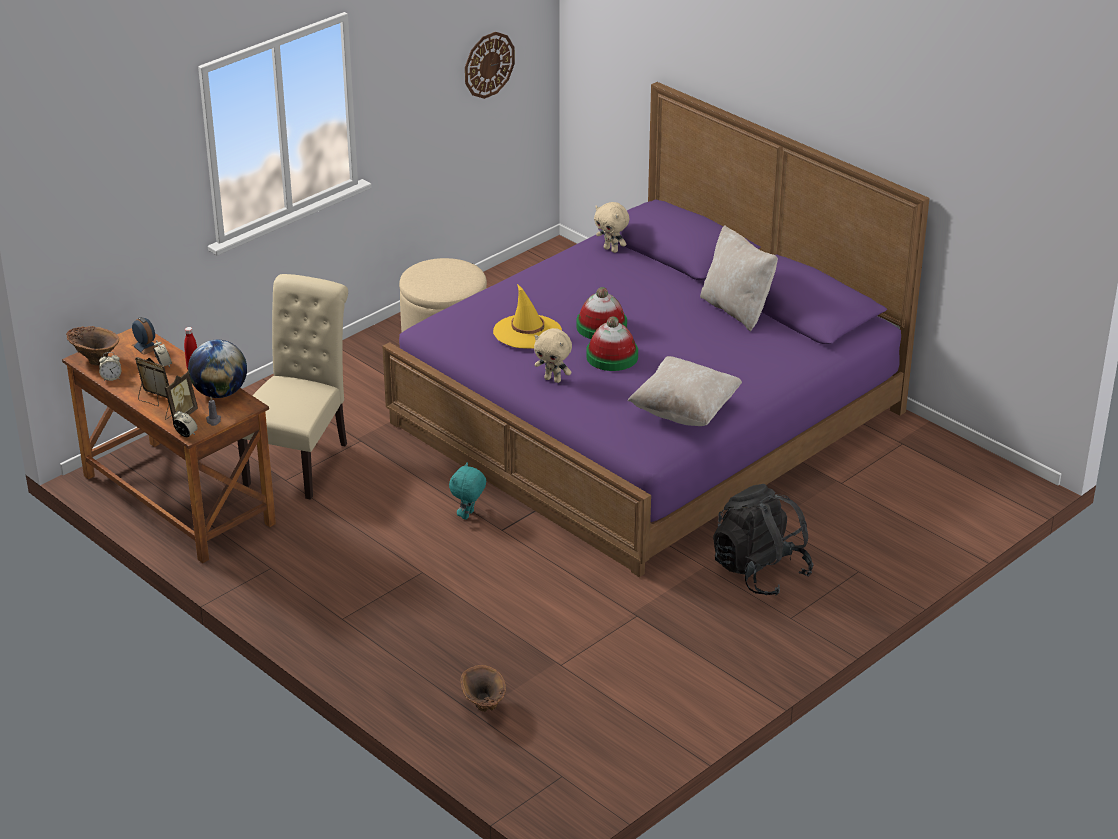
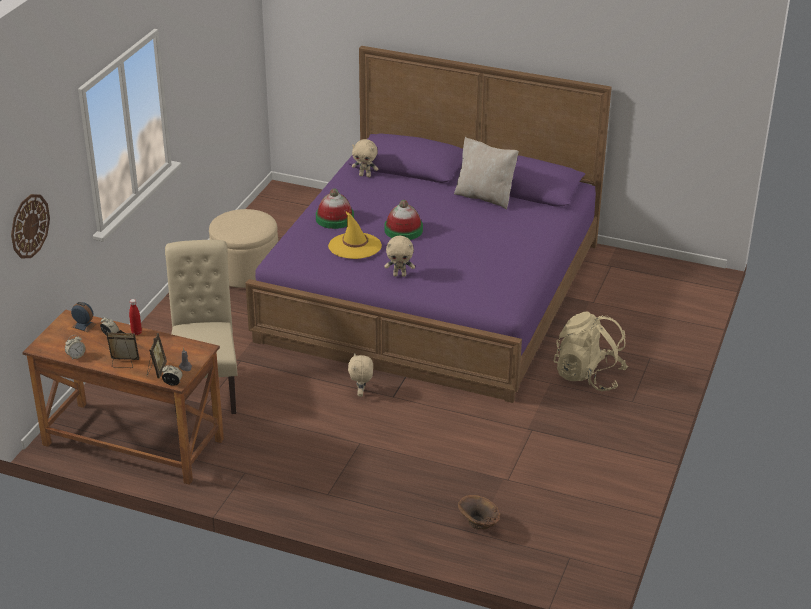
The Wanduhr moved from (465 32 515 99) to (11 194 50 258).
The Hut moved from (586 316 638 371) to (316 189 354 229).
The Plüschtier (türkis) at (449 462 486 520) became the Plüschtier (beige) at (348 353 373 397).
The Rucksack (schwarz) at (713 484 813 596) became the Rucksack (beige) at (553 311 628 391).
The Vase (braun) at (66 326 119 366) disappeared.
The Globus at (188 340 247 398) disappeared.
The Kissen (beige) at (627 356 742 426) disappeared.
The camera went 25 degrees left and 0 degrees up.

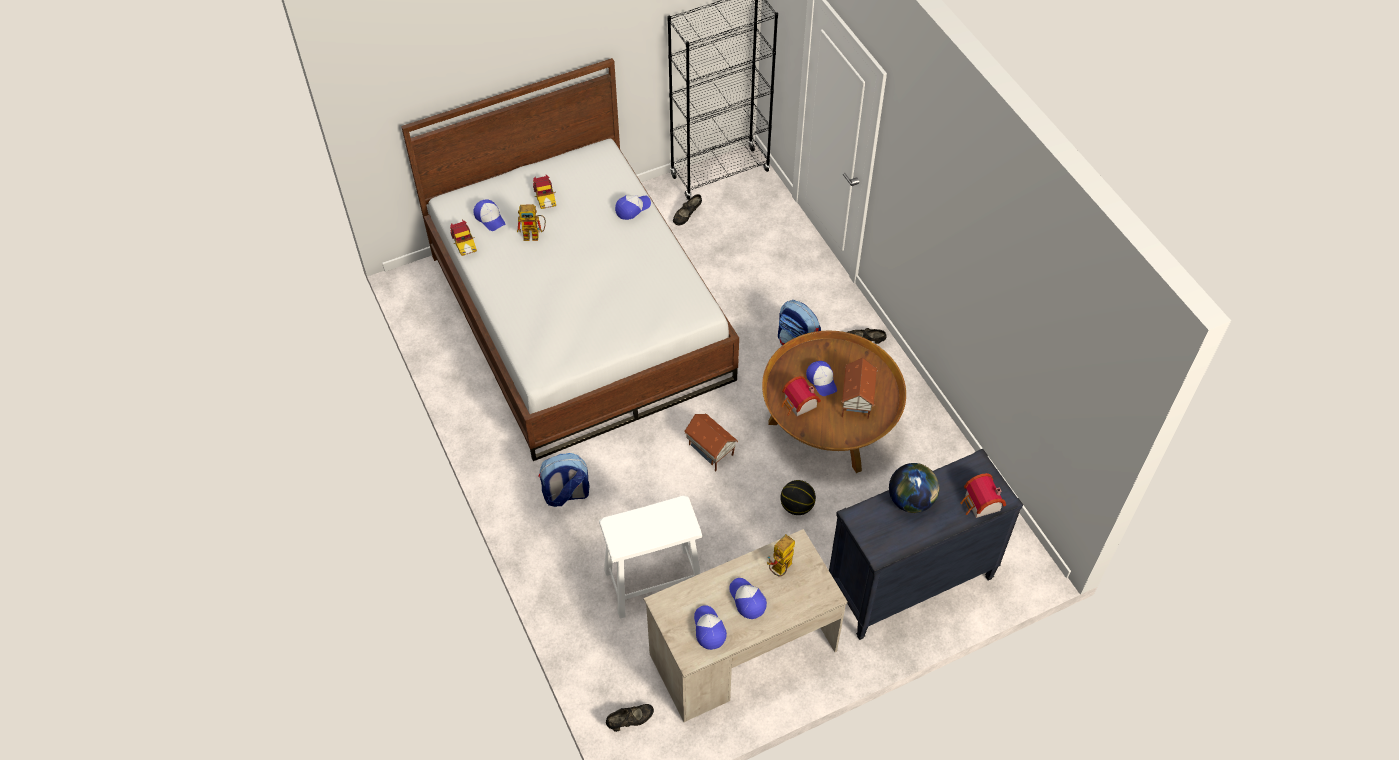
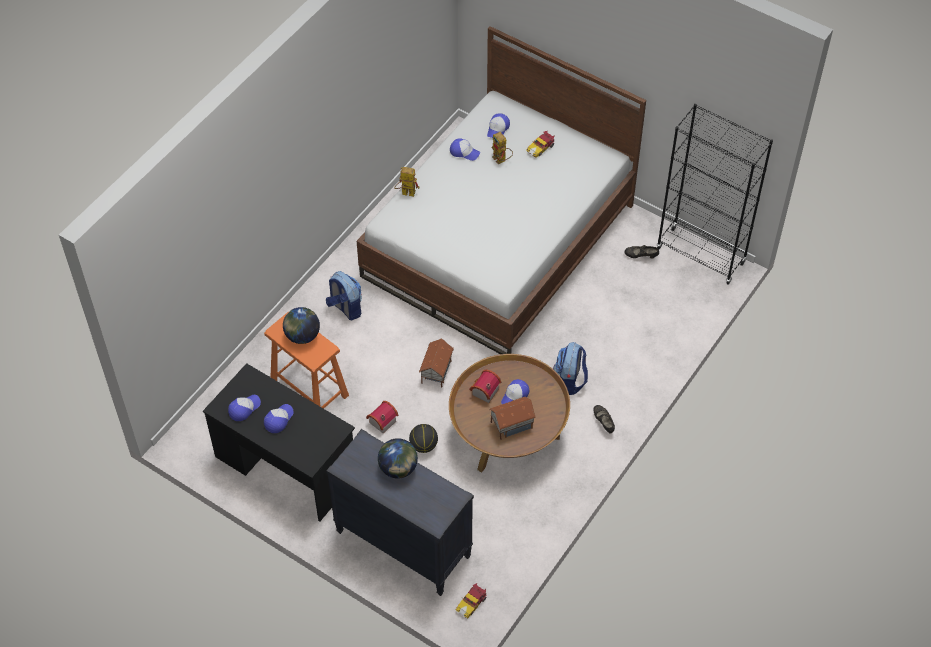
The Schreibtisch (beige) at (644 529 848 722) became the Schreibtisch (schwarz) at (203 363 355 522).
The Hocker (weiß) at (599 496 702 619) became the Hocker (orange) at (264 312 349 409).
The Globus at (283 307 320 344) appeared.
The Spielzeughaus moved from (960 473 1006 518) to (366 401 399 433).
The Spielzeugroboter moved from (767 534 795 576) to (394 167 419 197).
The Kappe moved from (615 195 651 220) to (450 138 480 161).
The Spielzeugauto moved from (450 220 477 256) to (456 583 486 618).
The Schuh (schwarz) at (606 704 654 732) disappeared.
The camera went 60 degrees right and 0 degrees up.

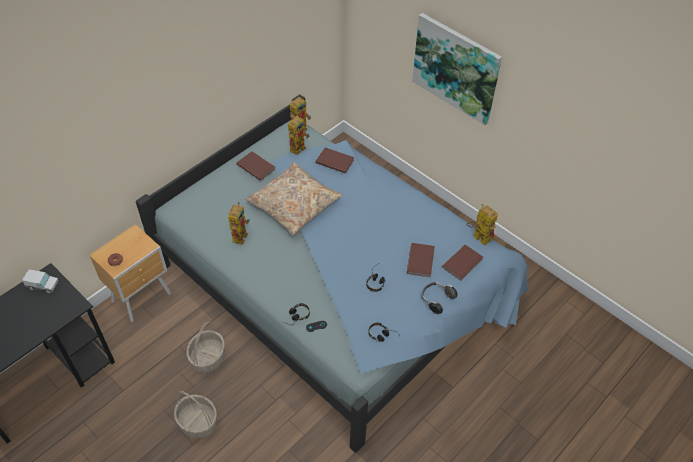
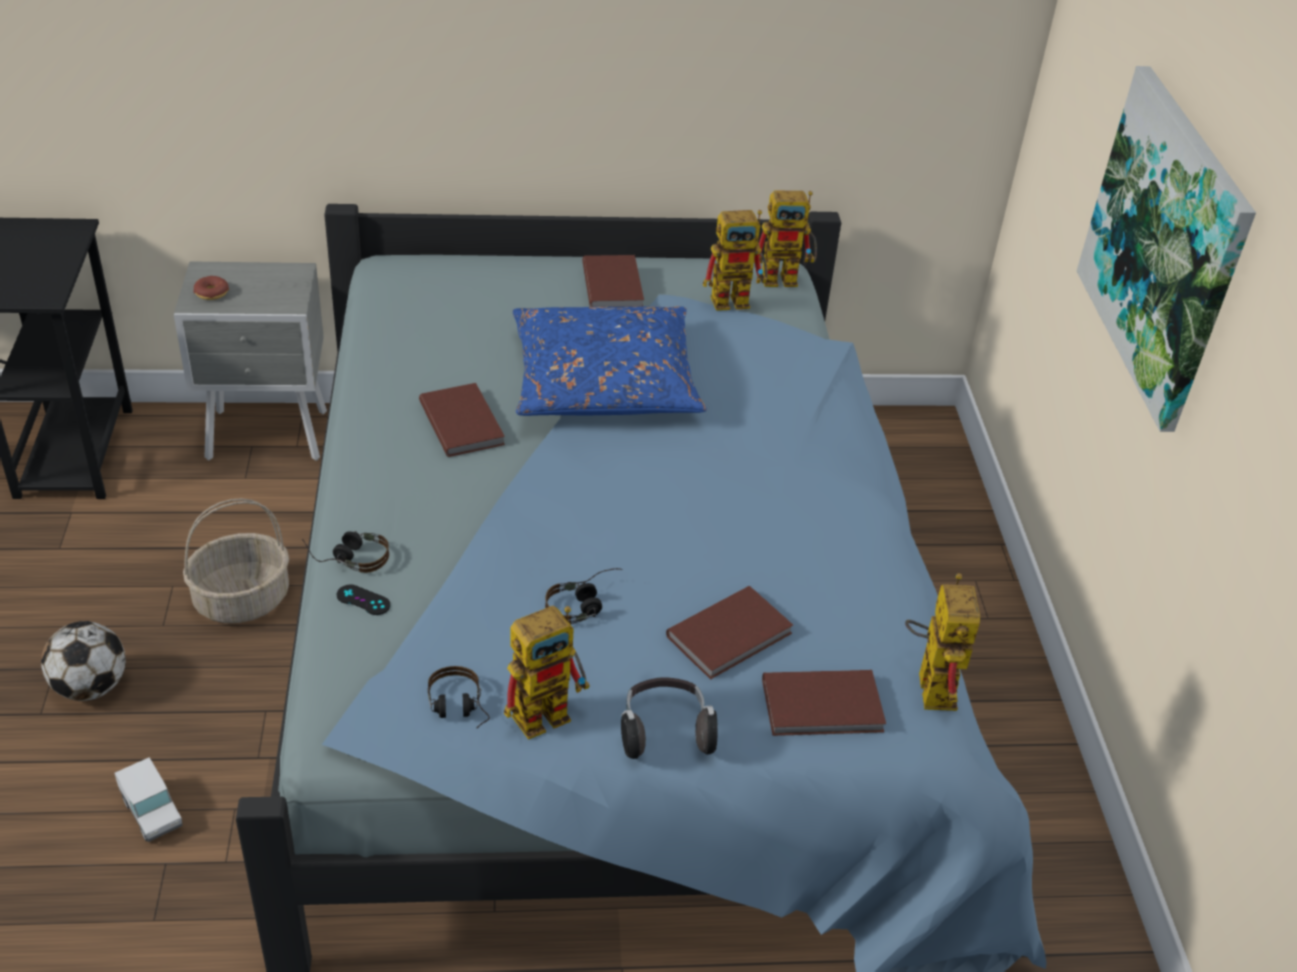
The Korb at (174 391 217 438) was replaced by the Fußball at (41 621 126 701).
The Spielzeuglaster moved from (22 269 59 294) to (114 757 183 842).
The Nachttisch (braun) at (89 224 171 322) became the Nachttisch (grau) at (174 261 327 461).
The Buch (braun) moved from (316 147 354 174) to (419 383 505 457).
The Spielzeugroboter moved from (228 202 250 245) to (504 605 590 740).
The Kissen (beige) at (245 162 343 235) became the Kissen (blau) at (512 306 707 416).
The camera went 40 degrees right and 10 degrees down.

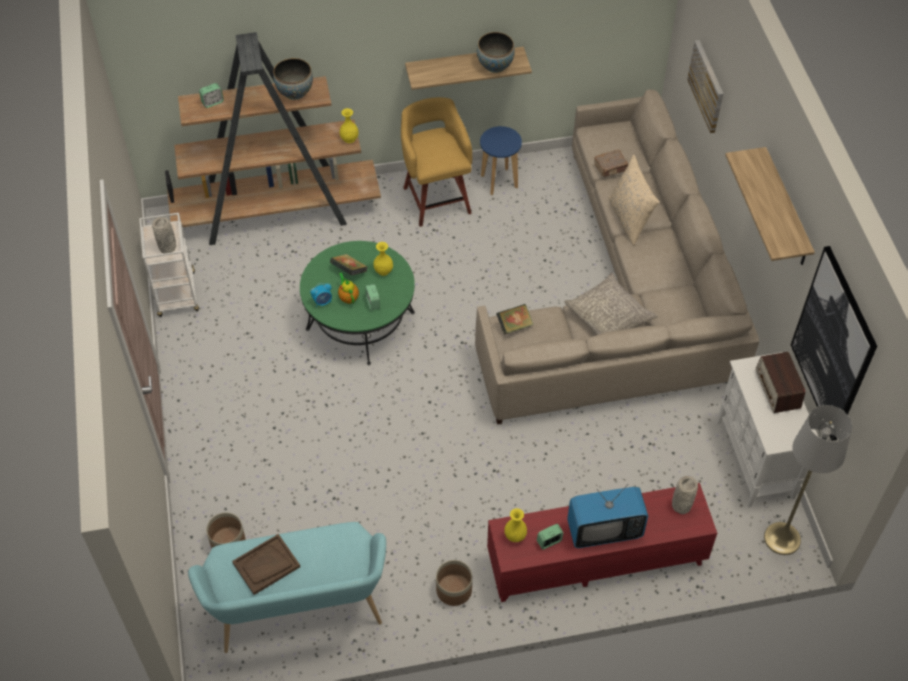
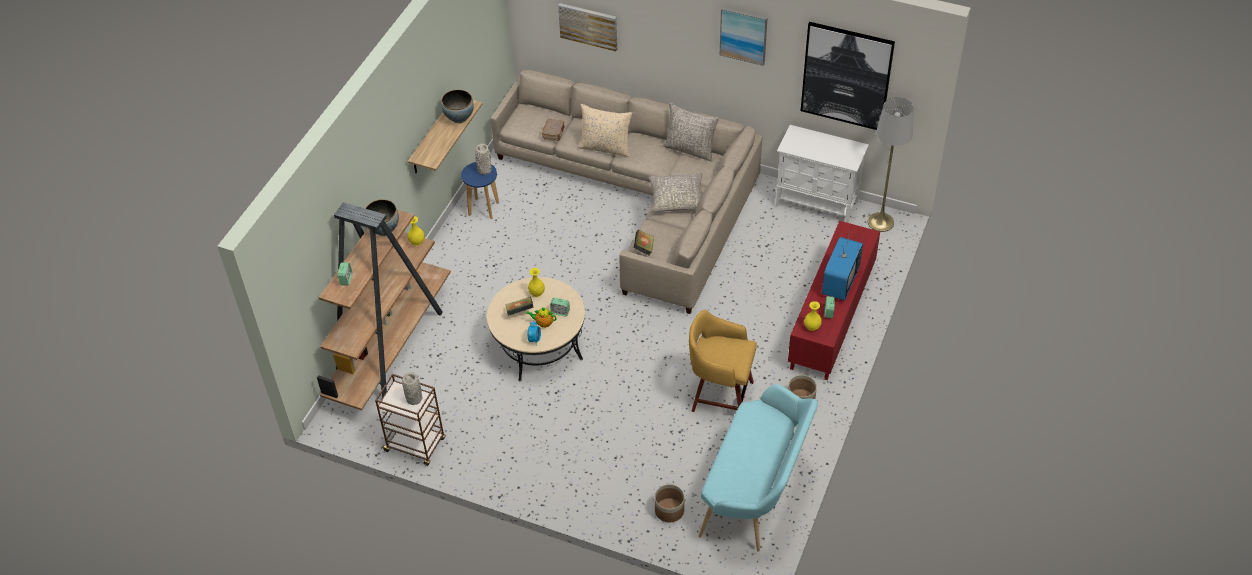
The Rollwagen (weiß) at (139 213 199 317) became the Rollwagen (braun) at (375 374 446 466).
The Vase (grau) moved from (672 476 698 514) to (475 144 491 175).
The Couchtisch (grün) at (300 241 415 365) became the Couchtisch (beige) at (487 277 585 381).
The Kissen (grau) at (663 103 719 162) appeared.
The Hocker (gelb) moved from (401 97 472 227) to (689 309 757 412).
The Wandregal at (725 147 815 265) was replaced by the Bild at (720 7 768 66).
The Tablett (braun) at (232 534 300 595) disappeared.
The Radio at (756 352 806 413) disappeared.
The camera went 55 degrees left and 5 degrees down.

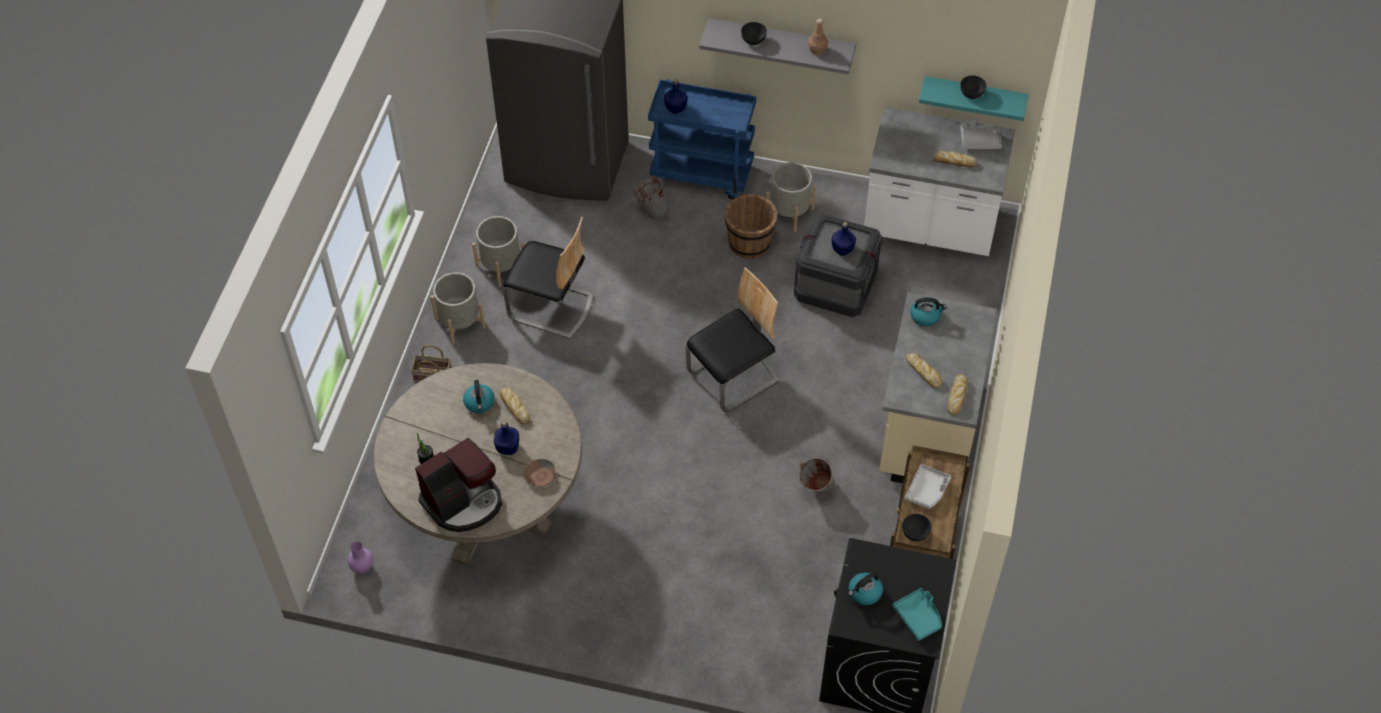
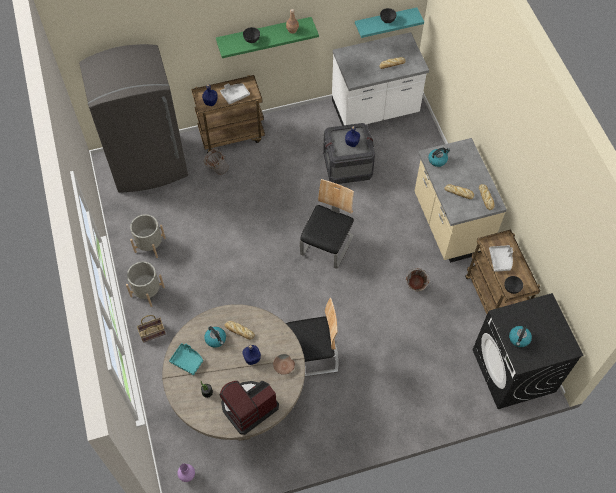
The Tablett (türkis) moved from (892 588 942 641) to (169 343 203 375).
The Rollwagen (blau) at (648 79 756 199) became the Rollwagen (braun) at (191 75 265 153).
The Wandregal (grau) at (699 18 856 74) became the Wandregal (grün) at (216 17 319 58).
The Kaffeemaschine at (415 438 502 532) turned 150 degrees counterclockwise.
The Tablett (grau) moved from (960 119 1002 149) to (220 83 250 104).
The Stuhl moved from (503 217 594 339) to (286 298 339 377).
The Eimer (braun) at (725 194 777 259) disappeared.
The Pflanzkübel (grau) at (766 162 816 232) disappeared.
The camera went 30 degrees left and 5 degrees up.

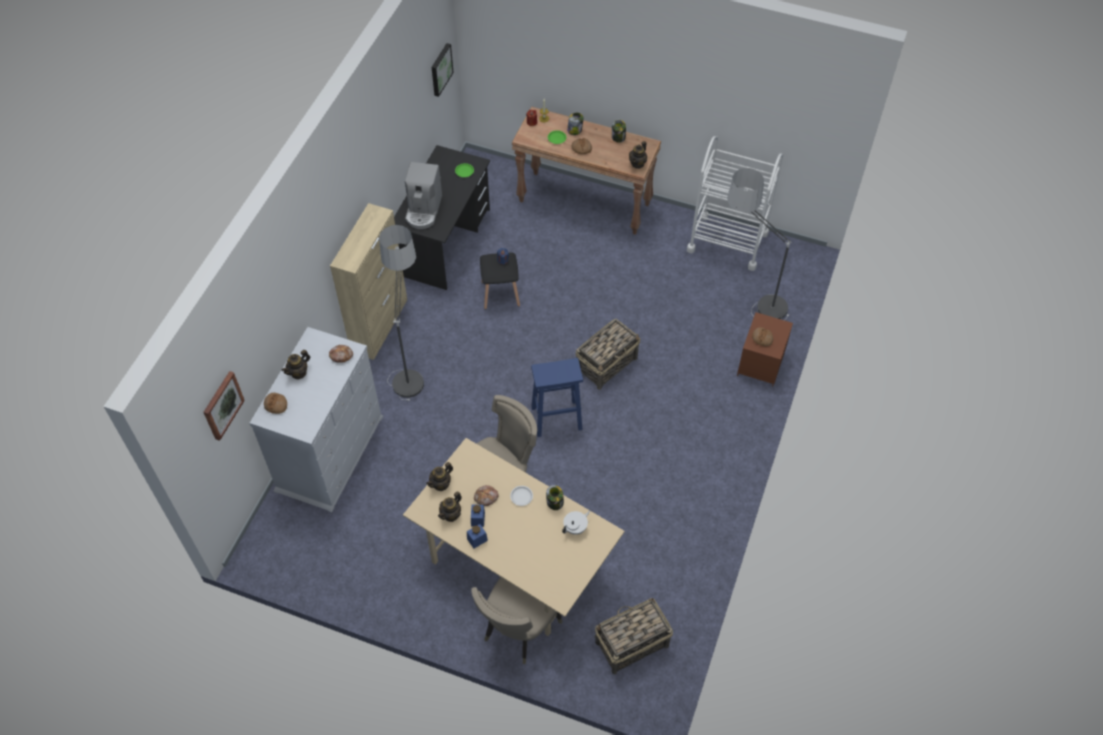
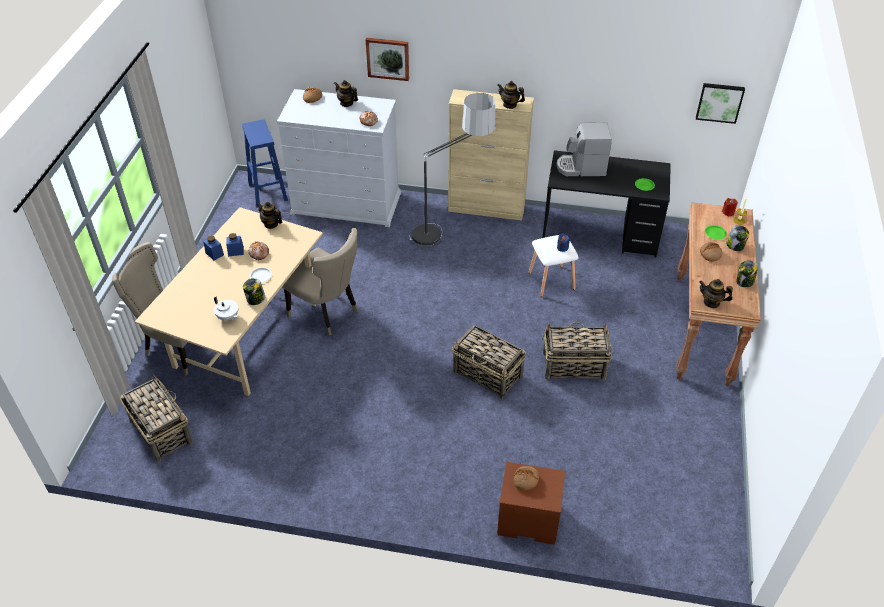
The Hocker (blau) moved from (531 358 583 437) to (242 119 288 207).
The Bild moved from (203 371 245 441) to (366 38 409 81).
The Teekanne moved from (438 491 462 522) to (498 81 525 109).
The Hocker (schwarz) at (480 253 520 310) became the Hocker (weiß) at (528 235 579 297).
The Korb at (542 322 612 380) appeared.
The Rollwagen (weiß) at (687 136 783 271) disappeared.
The Stehlampe at (727 168 792 319) disappeared.
The camera went 80 degrees right and 10 degrees down.

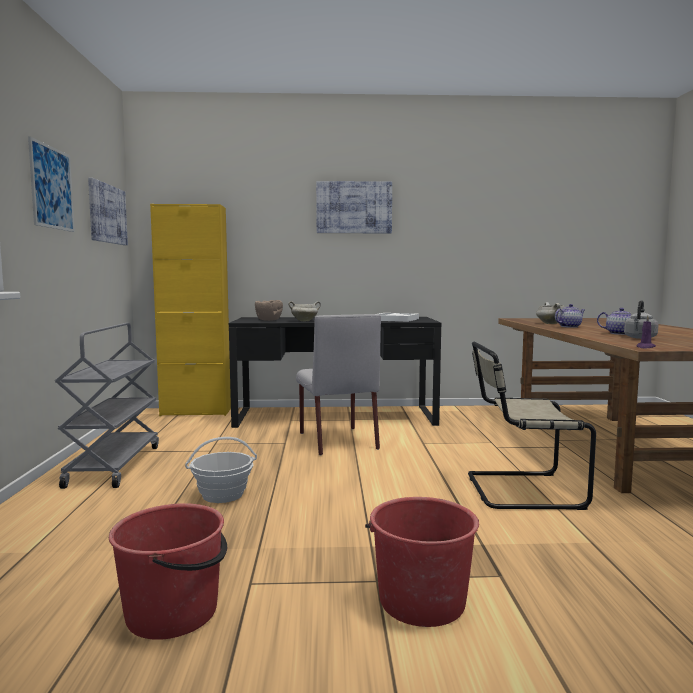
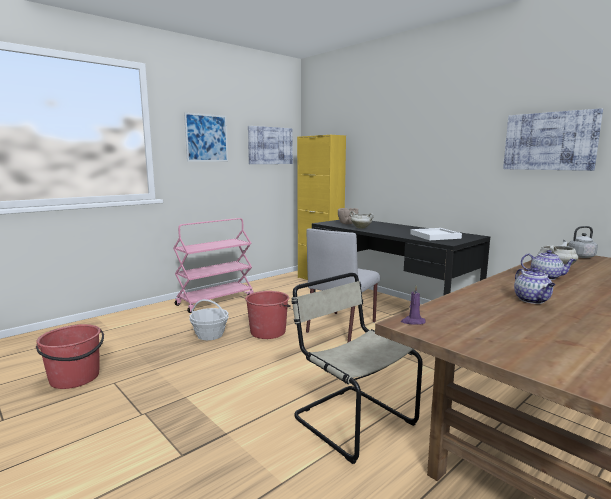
The Rollwagen (grau) at (55 323 159 489) became the Rollwagen (rosa) at (173 218 254 313).
The Eimer (rot) moved from (365 497 479 627) to (245 291 291 339).
The Bild moved from (316 181 392 233) to (503 108 603 171).
The Wasserkessel (grau) moved from (624 300 659 339) to (563 226 598 258).
The camera went 50 degrees right and 5 degrees up.

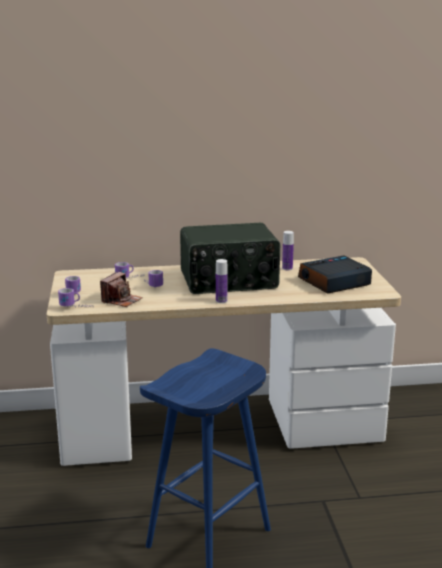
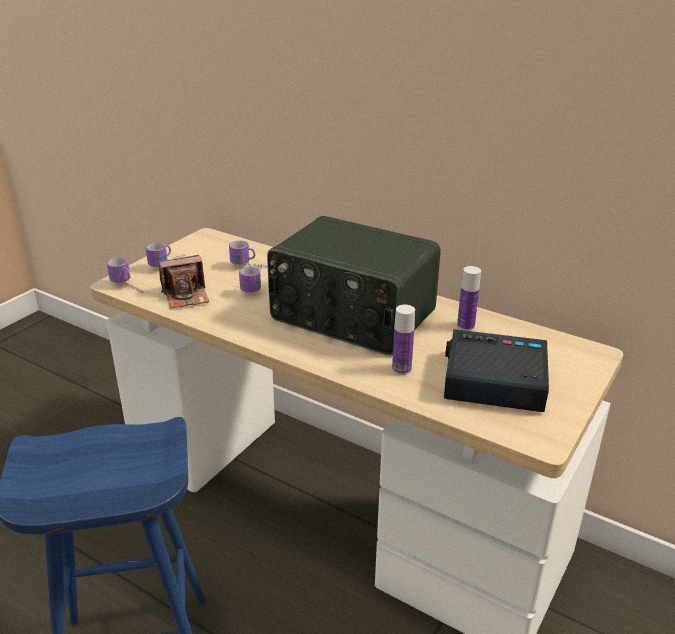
The Flasche moved from (216 259 228 303) to (392 305 415 375).
The camera went 40 degrees right and 10 degrees up.

